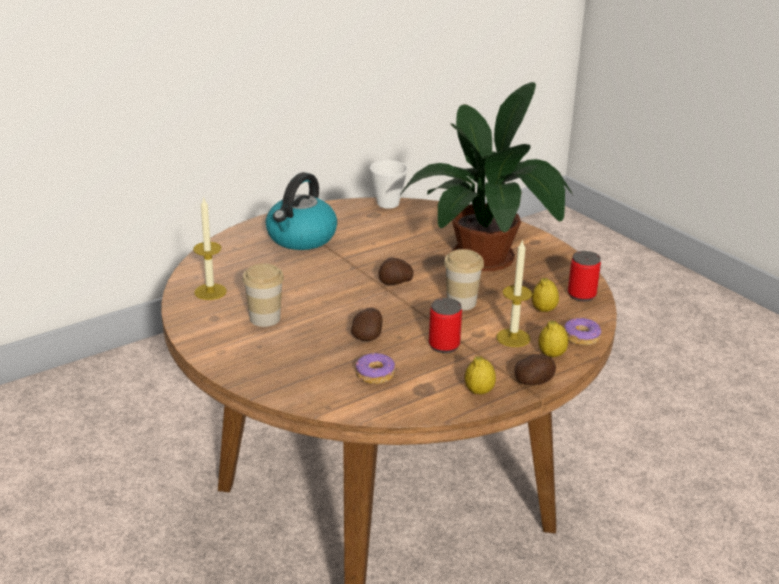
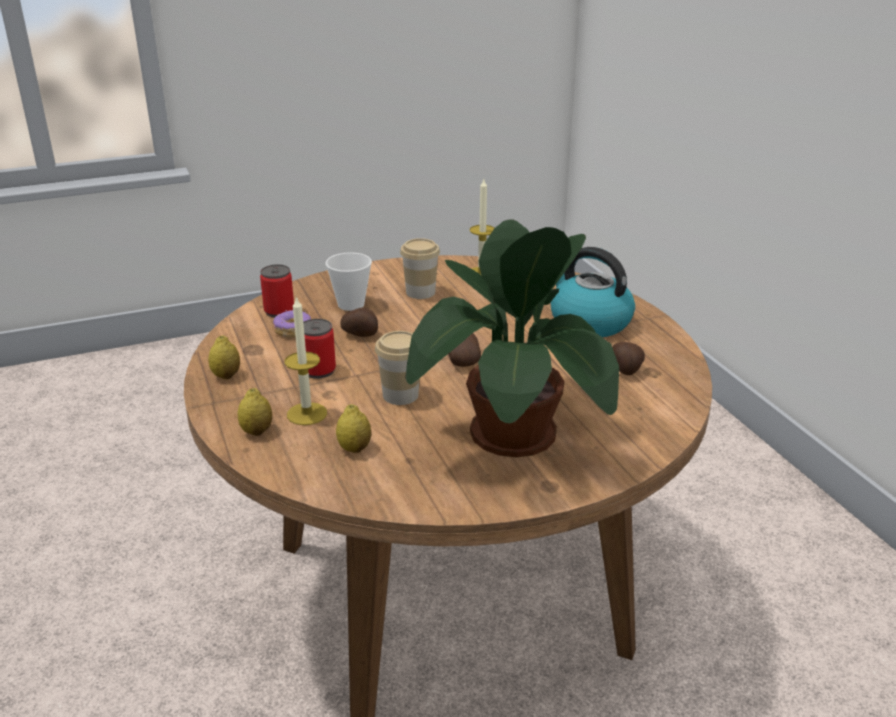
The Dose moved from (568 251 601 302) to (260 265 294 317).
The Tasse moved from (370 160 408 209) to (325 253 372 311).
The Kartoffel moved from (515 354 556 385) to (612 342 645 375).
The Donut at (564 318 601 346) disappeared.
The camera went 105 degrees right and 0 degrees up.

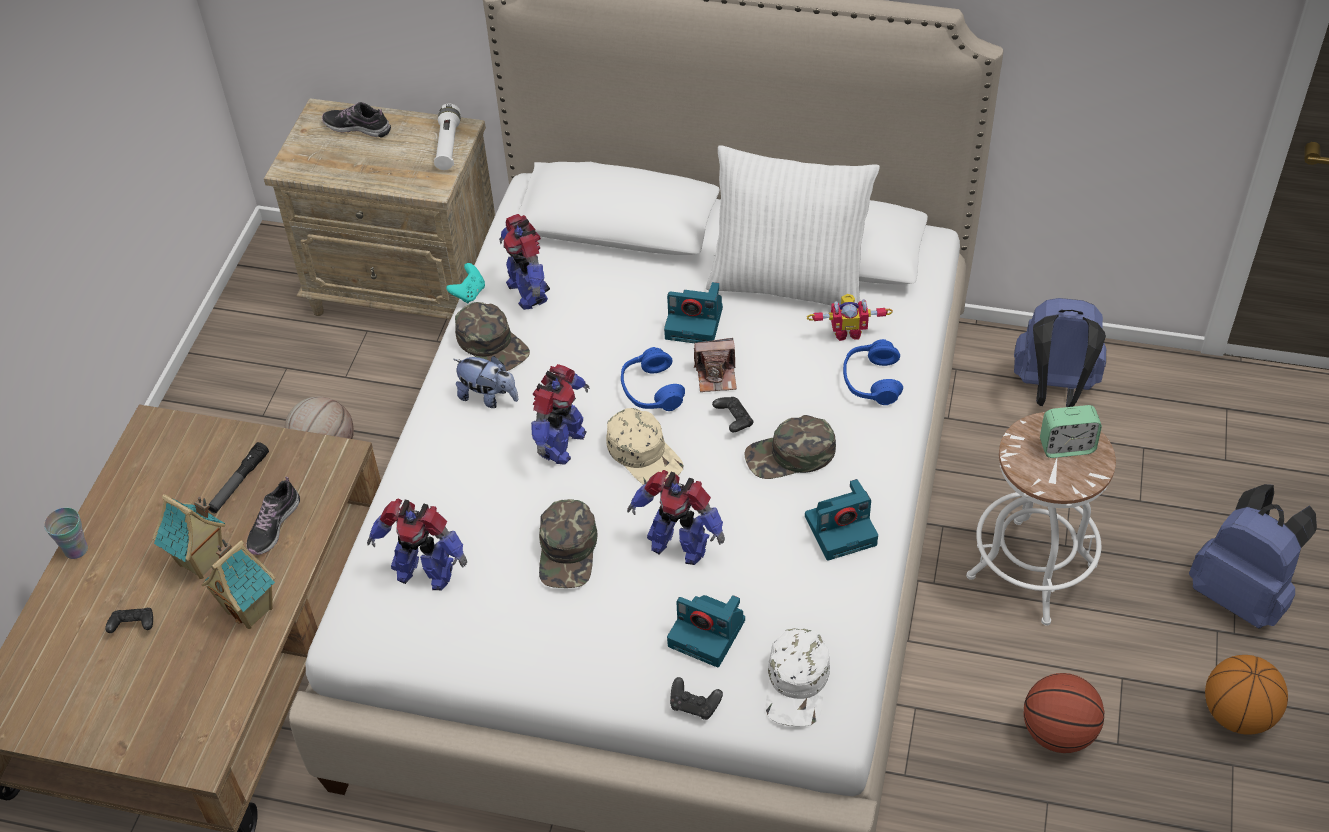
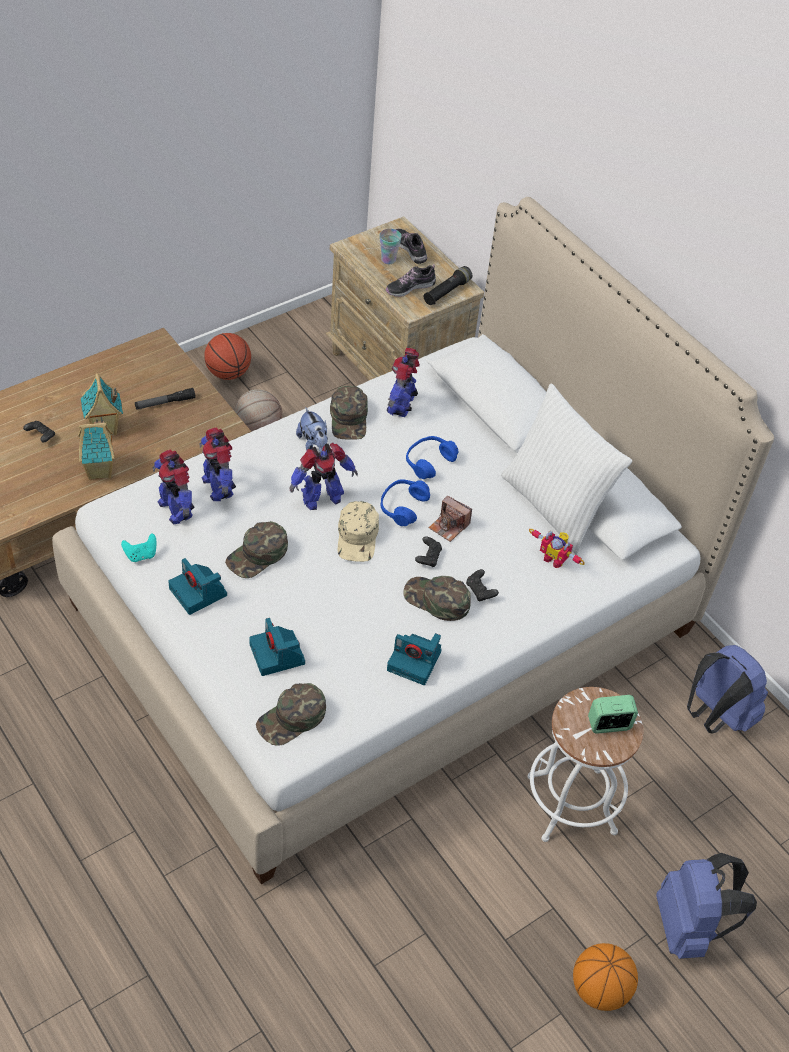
The Gamepad (türkis) moved from (446 263 485 303) to (121 533 157 562).
The Kamera moved from (664 282 723 343) to (168 558 227 615).
The Spielzeugroboter moved from (627 470 725 565) to (200 427 236 501).
The Basketball moved from (1023 673 1104 753) to (204 333 251 380).
The Kappe (weiß) at (766 628 830 727) became the Kappe (grün) at (256 683 326 746).
The Tasse moved from (44 508 88 559) to (380 229 402 264).
The Schuh moved from (246 477 300 555) to (386 264 436 297).
The Kopfhörer (blau) moved from (843 339 903 405) to (406 436 458 479).
The Taschenlampe (weiß) at (434 104 461 170) became the Taschenlampe (schwarz) at (424 266 472 305).
The Gamepad (schwarz) moved from (670 677 723 720) to (466 569 499 601).
The Wecker at (1040 405 1102 458) turned 135 degrees clockwise.
The camera went 35 degrees right and 0 degrees up.

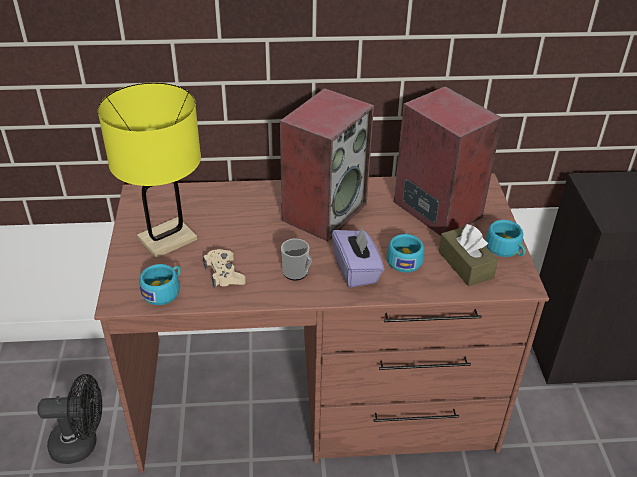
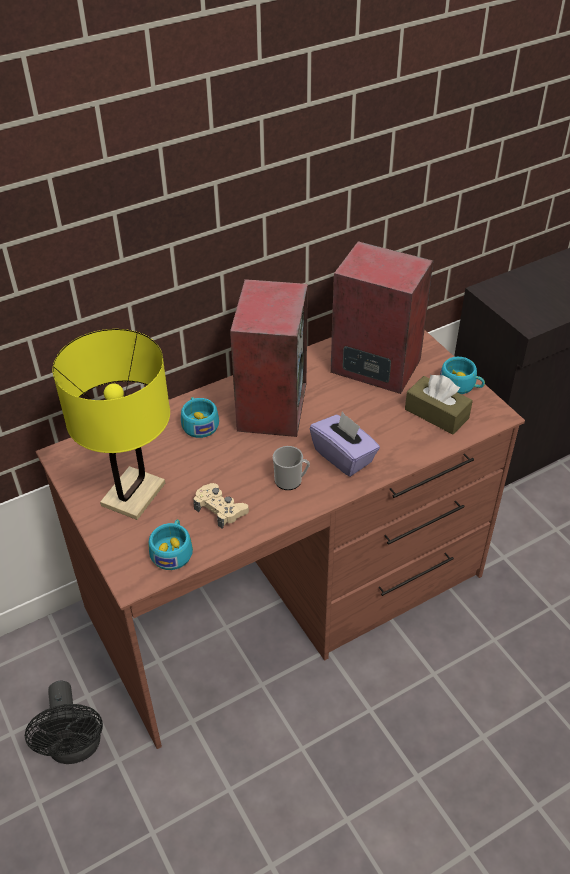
The Ventilator (schwarz) at (37 374 102 464) turned 105 degrees clockwise.
The Tasse (türkis) moved from (387 233 424 272) to (181 397 219 438).
The camera went 25 degrees left and 5 degrees up.

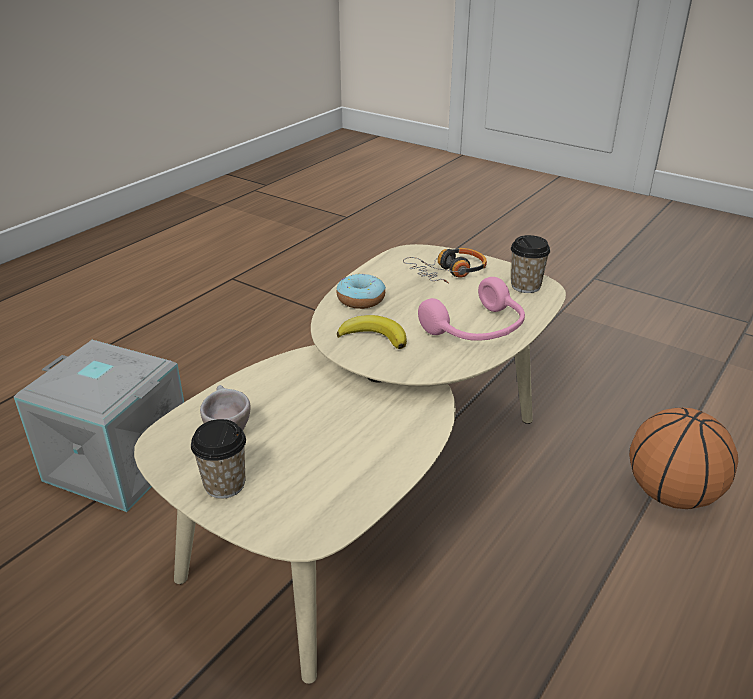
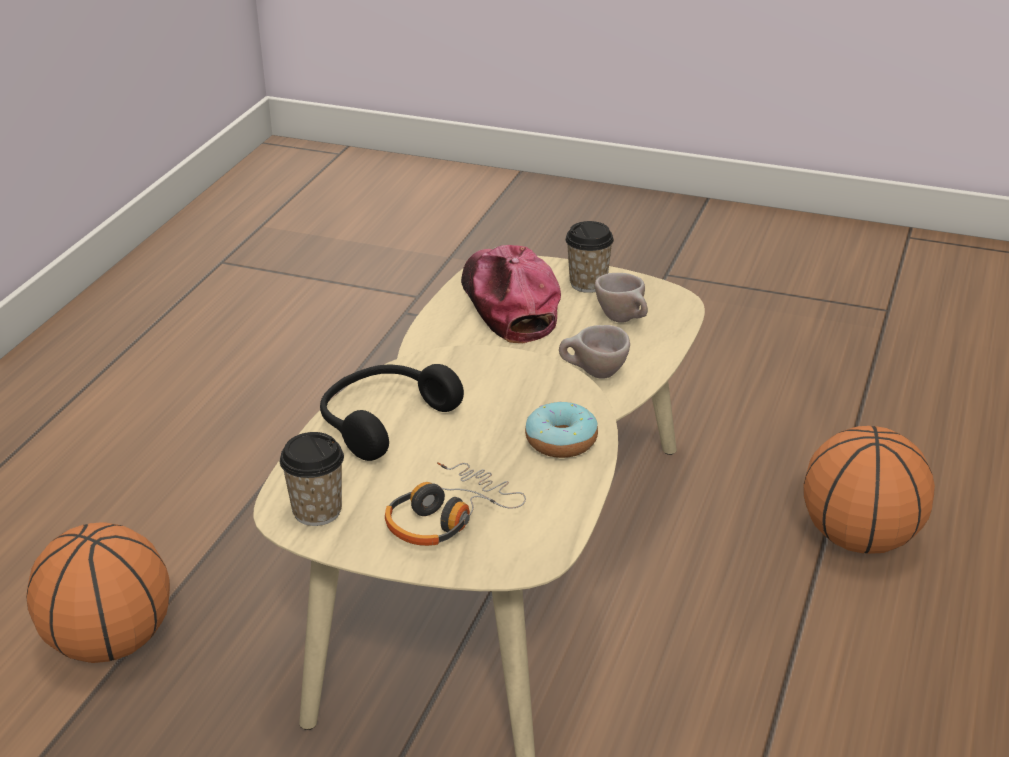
The Kopfhörer (rosa) at (418 277 525 341) became the Kopfhörer (schwarz) at (320 364 464 461).
The Kappe at (461 245 561 343) appeared.
The Tasse (beige) at (559 325 630 379) appeared.
The Aufbewahrungsbox (grau) at (14 340 184 512) was replaced by the Basketball at (804 426 935 554).
The Banane at (337 315 407 349) disappeared.
The camera went 165 degrees right and 0 degrees up.

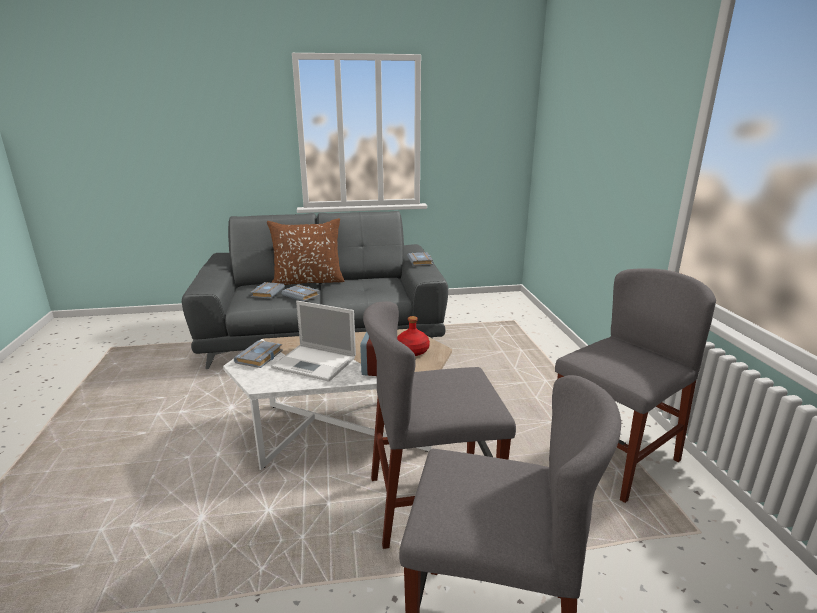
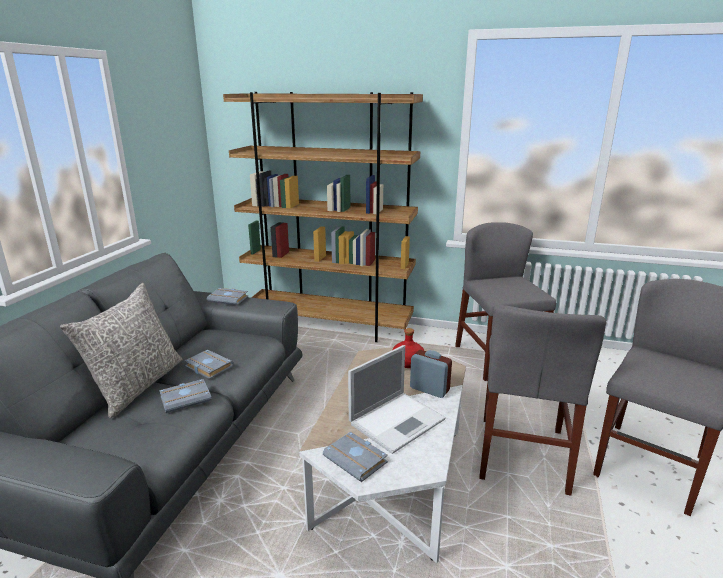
The Kissen (braun) at (267 218 345 285) became the Kissen (grau) at (60 283 183 418).
The Buch (grau) moved from (250 282 285 299) to (184 350 234 379).
The Bücherregal (braun) at (223 92 423 342) appeared.
The camera went 65 degrees left and 0 degrees up.

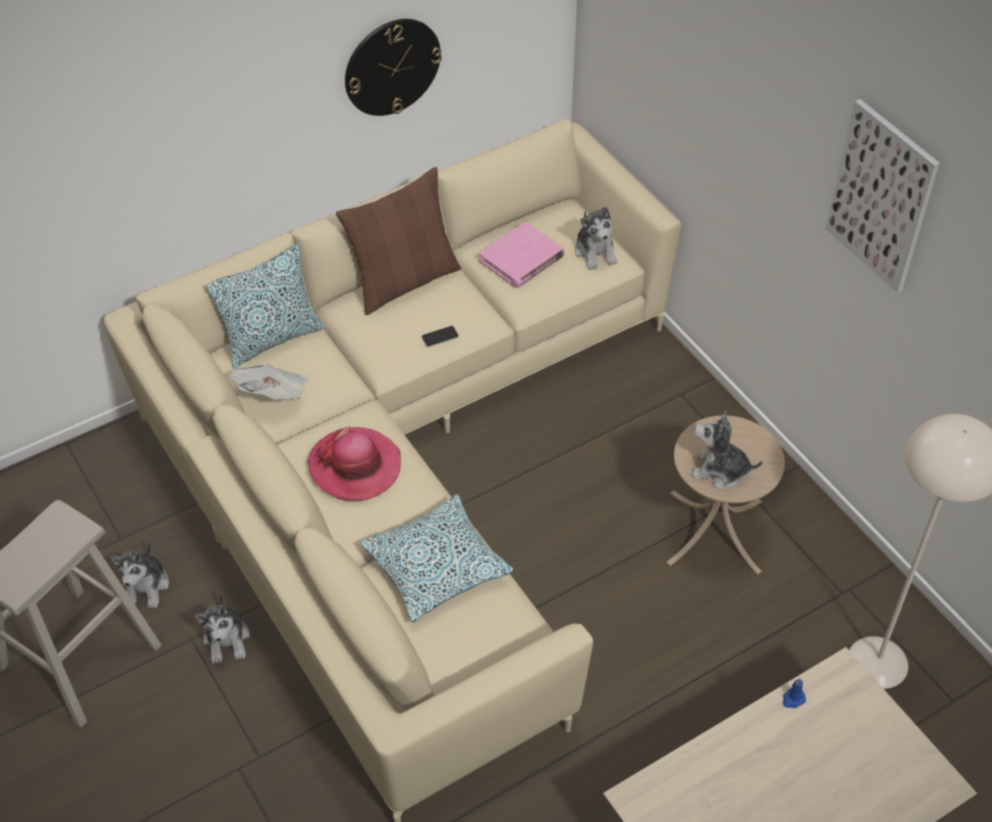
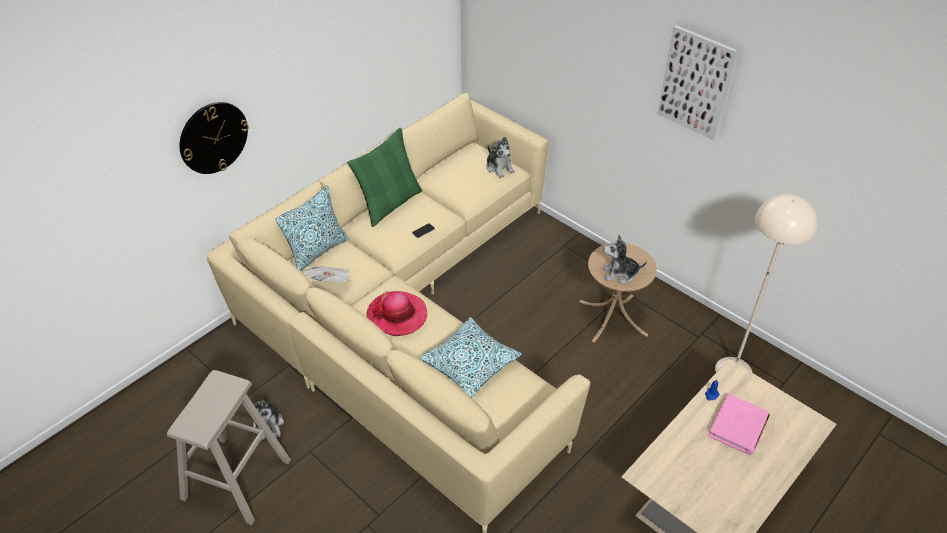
The Wanduhr moved from (345 19 442 116) to (180 102 249 174).
The Kissen (braun) at (336 167 461 315) became the Kissen (grün) at (347 127 422 227).
The Buch (rosa) moved from (479 222 564 288) to (708 394 770 455).
The Plüschtier at (194 593 250 664) disappeared.
The camera went 15 degrees left and 5 degrees down.

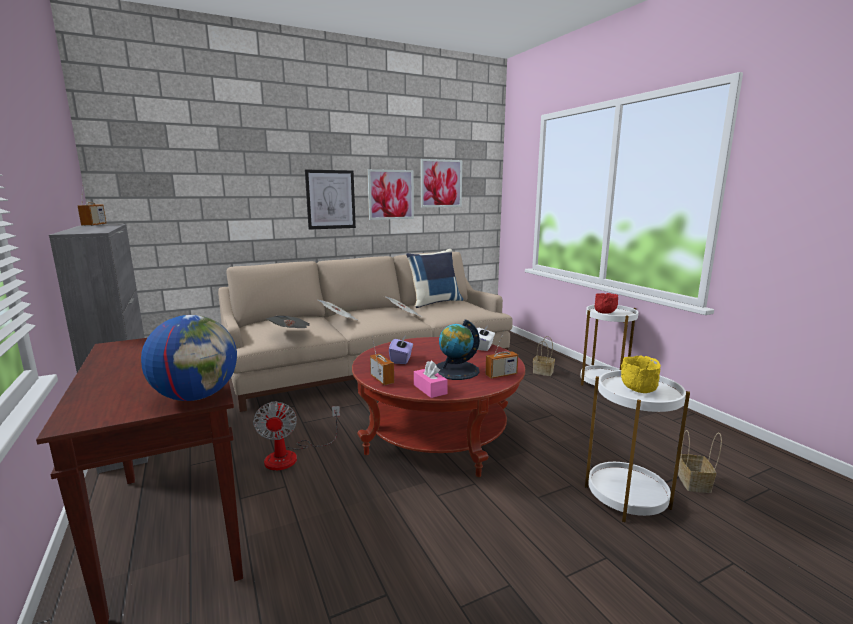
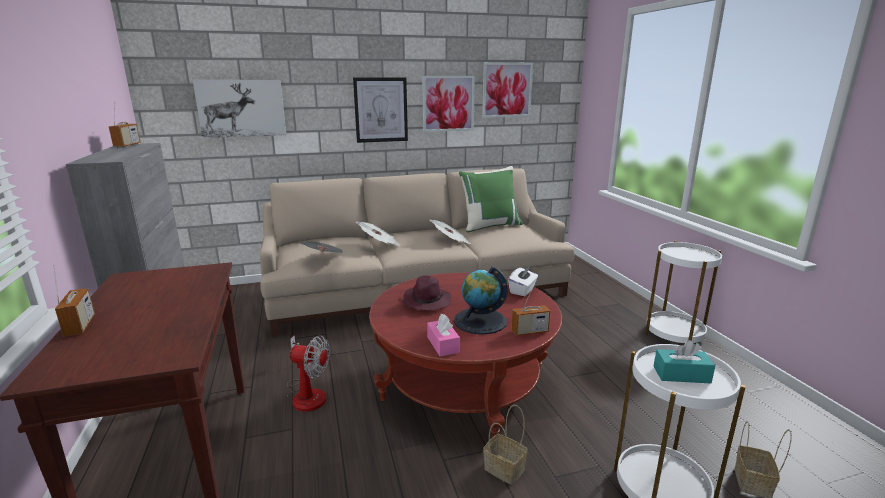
The Radio moved from (370 336 394 385) to (53 264 95 337).
The Bild at (193 80 286 138) appeared.
The Ventilator at (253 401 340 470) turned 75 degrees counterclockwise.
The Taschentuchbox (lila) at (389 335 413 364) was replaced by the Hut (lila) at (402 276 451 311).
The Kissen (blau) at (406 249 463 308) became the Kissen (grün) at (459 166 523 233).
The Korb moved from (533 336 555 376) to (483 405 528 485).
The Schüssel (gelb) at (621 355 661 393) was replaced by the Taschentuchbox (türkis) at (653 340 715 383).
The Globus at (141 315 237 401) disappeared.
The Schüssel (rot) at (594 293 618 314) disappeared.
The camera went 10 degrees right and 5 degrees up.

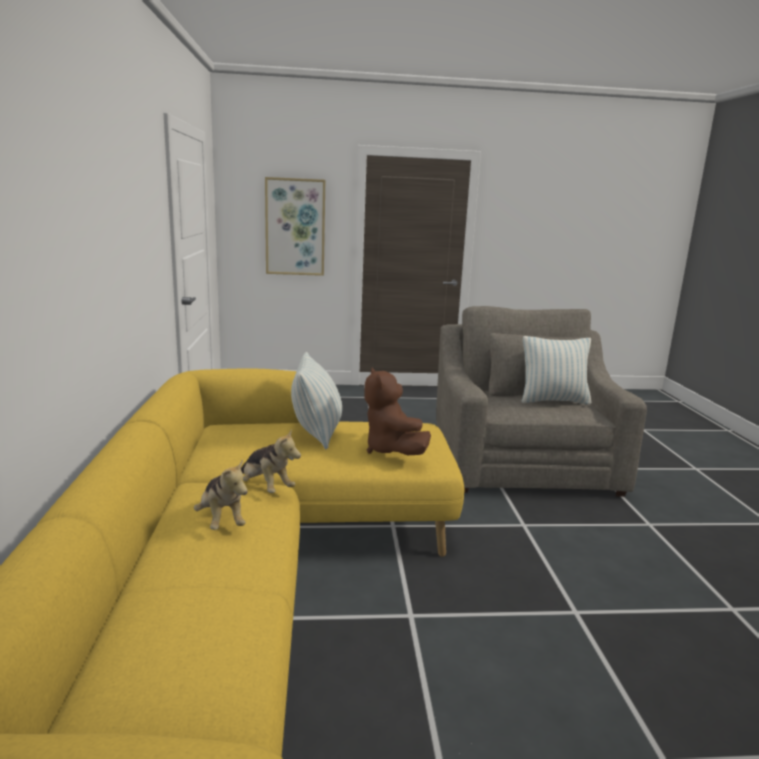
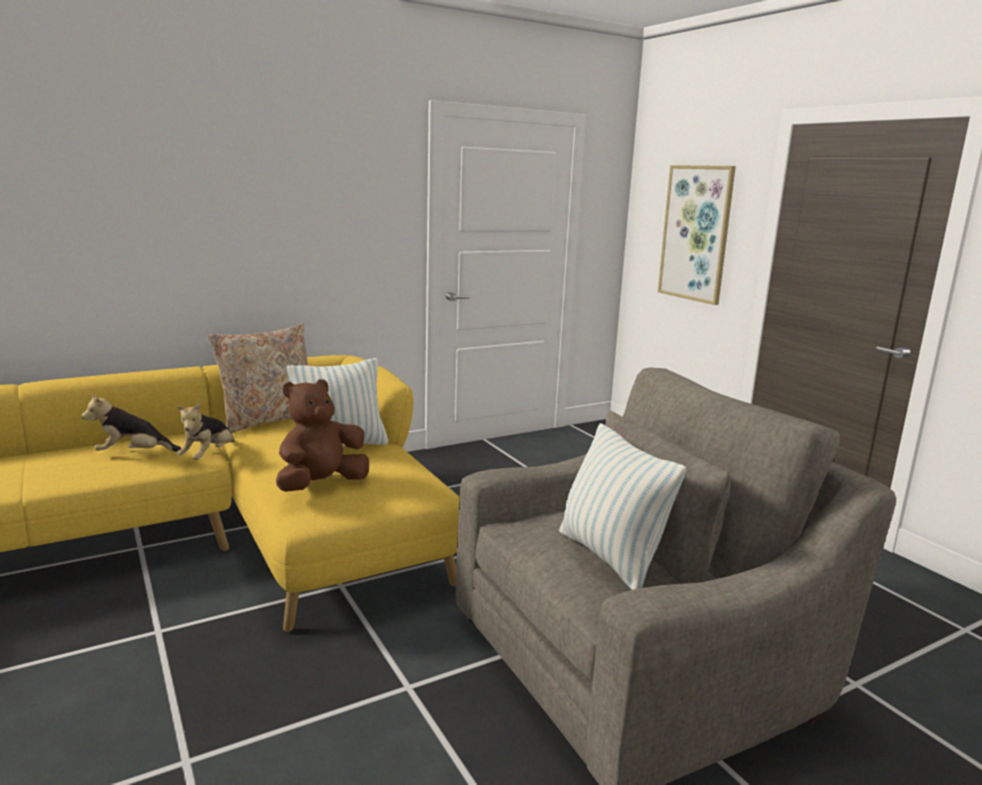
The Plüschtier at (194 459 248 530) turned 45 degrees clockwise.
The Kissen (beige) at (207 324 308 433) appeared.
The camera went 65 degrees right and 0 degrees up.

